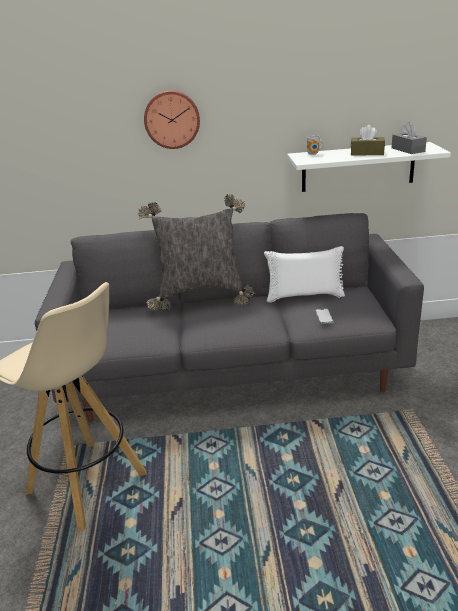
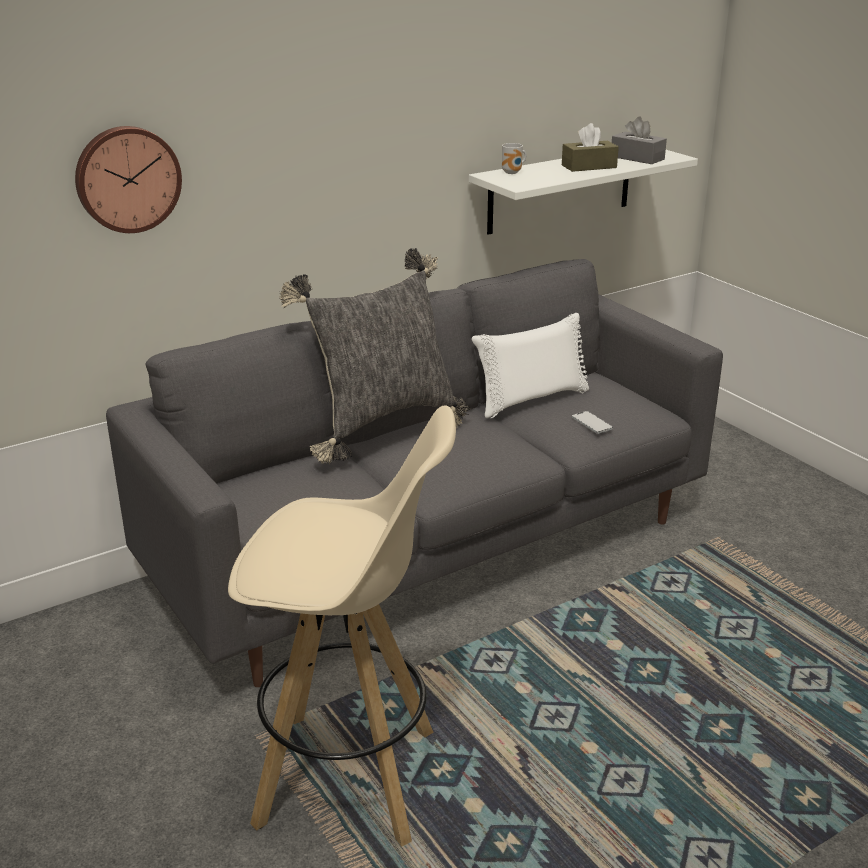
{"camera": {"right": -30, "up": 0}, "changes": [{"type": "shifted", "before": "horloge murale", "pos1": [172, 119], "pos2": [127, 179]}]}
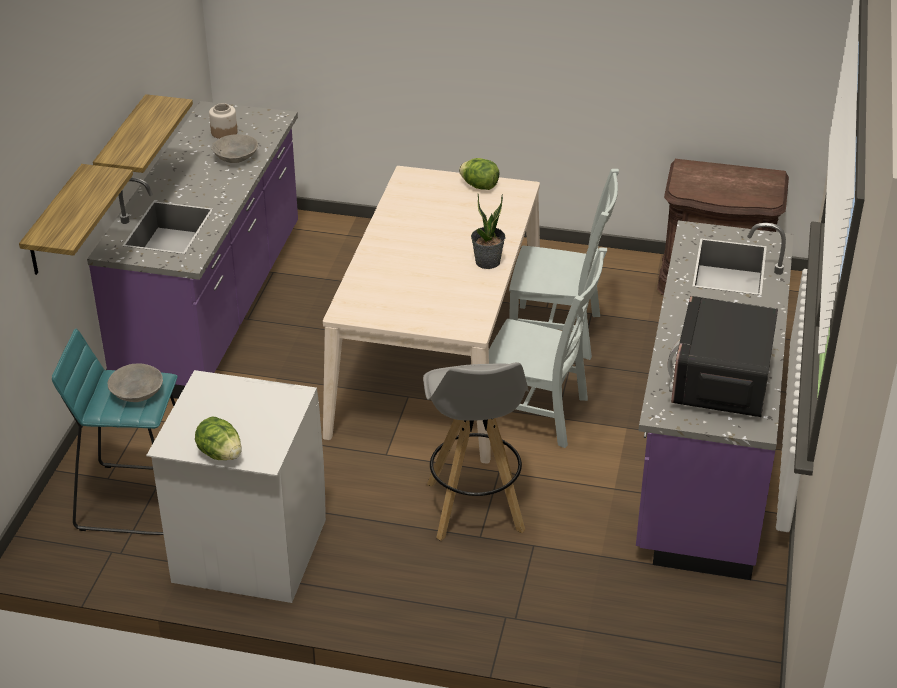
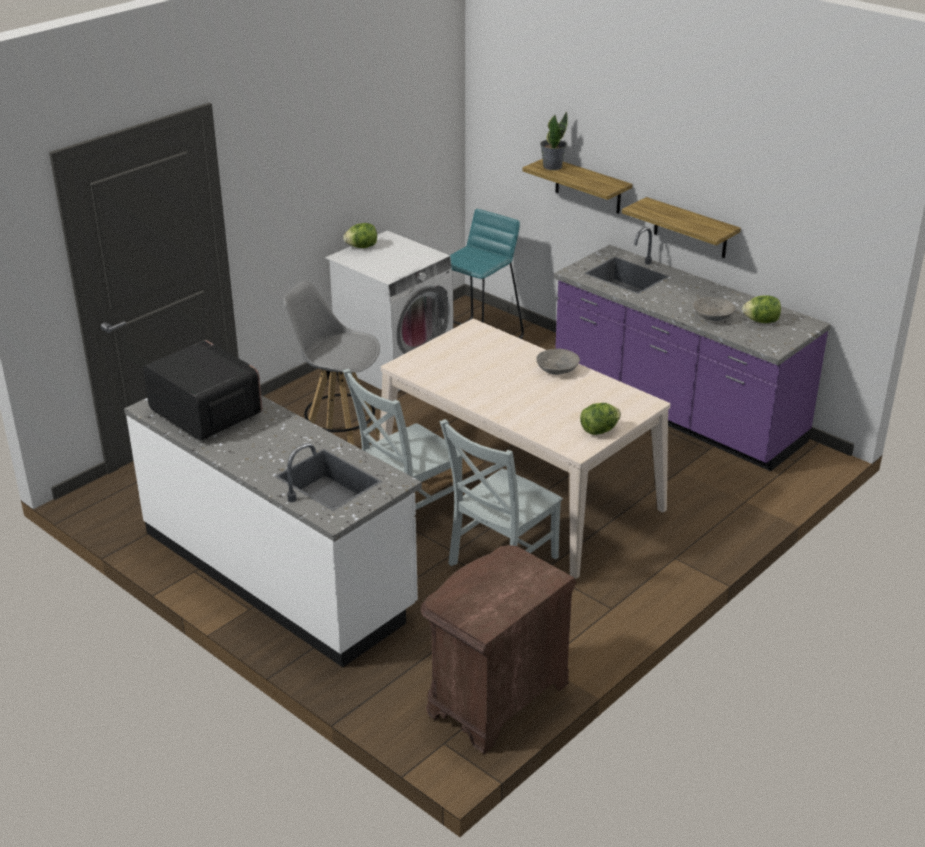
{"camera": {"right": 120, "up": -5}, "changes": [{"type": "repainted", "before": "comptoir de cuisine/violet", "after": "comptoir de cuisine/blanc", "pos1": [704, 455], "pos2": [278, 571]}, {"type": "shifted", "before": "bol/gris", "pos1": [136, 392], "pos2": [557, 370]}, {"type": "shifted", "before": "plante en pot", "pos1": [487, 262], "pos2": [552, 166]}, {"type": "swapped", "before": "bocal", "after": "laitue", "pos1": [224, 132], "pos2": [761, 321]}]}
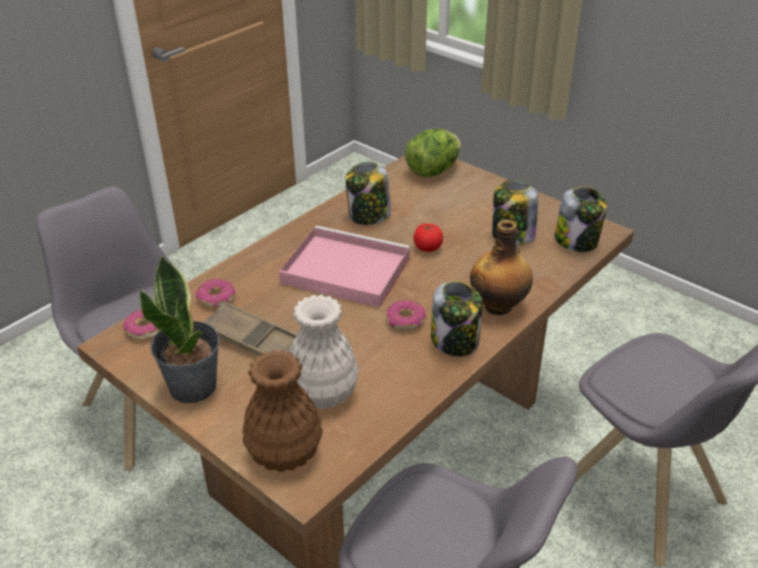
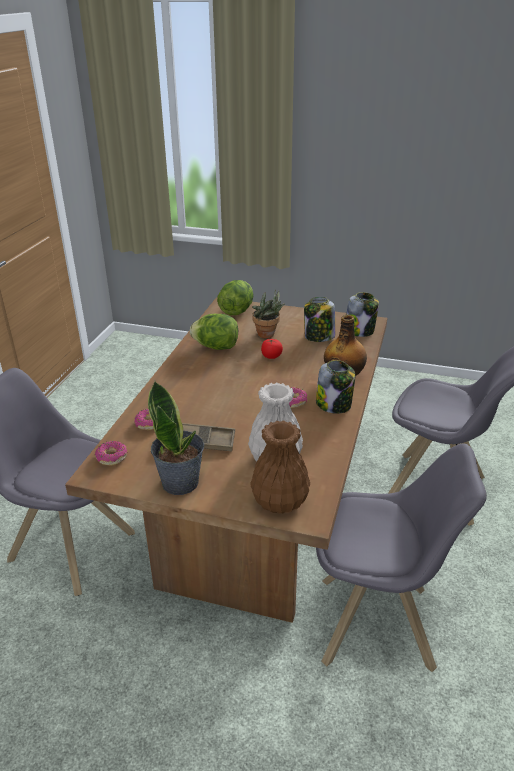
{"camera": {"right": -25, "up": -5}, "changes": [{"type": "swapped", "before": "bocal", "after": "laitue", "pos1": [369, 216], "pos2": [216, 347]}, {"type": "new", "after": "plante en pot", "pos2": [268, 335]}, {"type": "gone", "before": "plateau/rose", "pos1": [343, 270]}]}
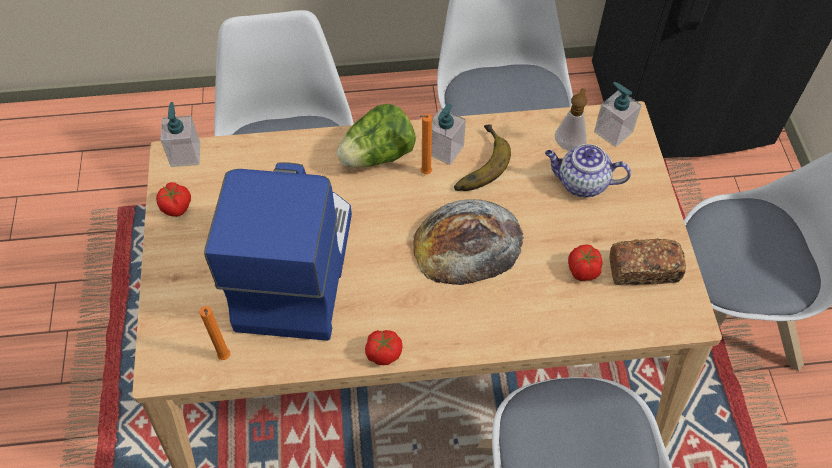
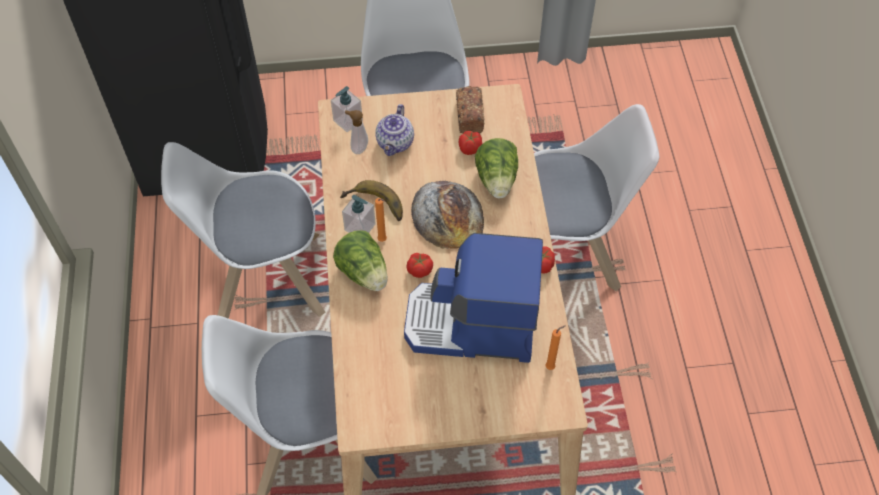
{"camera": {"right": -90, "up": 0}, "changes": [{"type": "shifted", "before": "tomate", "pos1": [177, 207], "pos2": [419, 270]}, {"type": "new", "after": "laitue", "pos2": [497, 180]}, {"type": "gone", "before": "distributeur de savon", "pos1": [185, 154]}]}
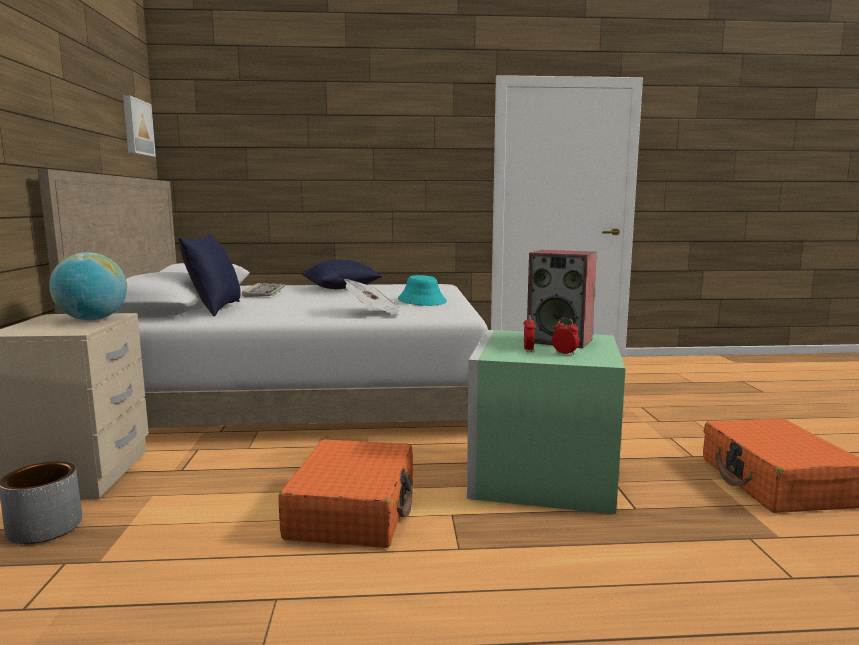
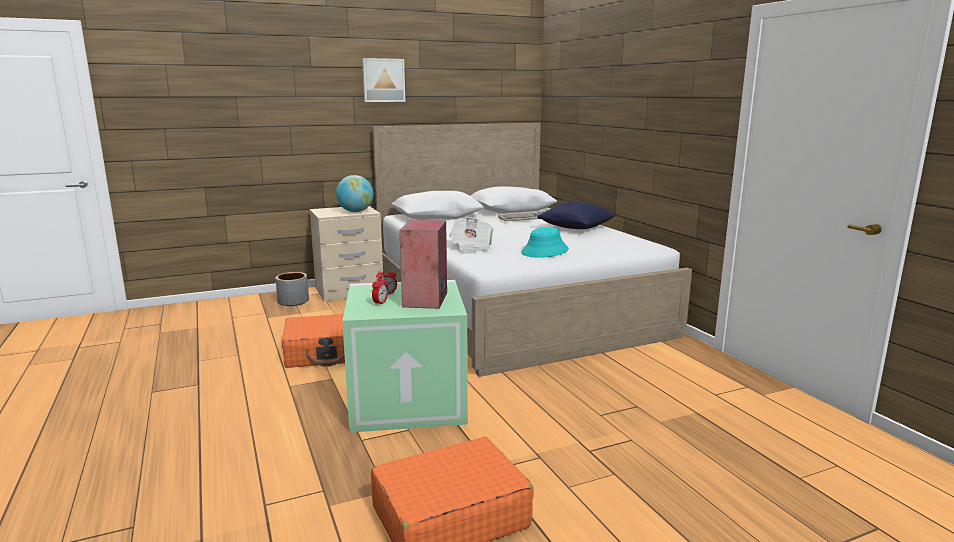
{"camera": {"right": 70, "up": 5}, "changes": [{"type": "shifted", "before": "tableau", "pos1": [136, 127], "pos2": [383, 80]}, {"type": "gone", "before": "coussin/bleu", "pos1": [214, 309]}]}
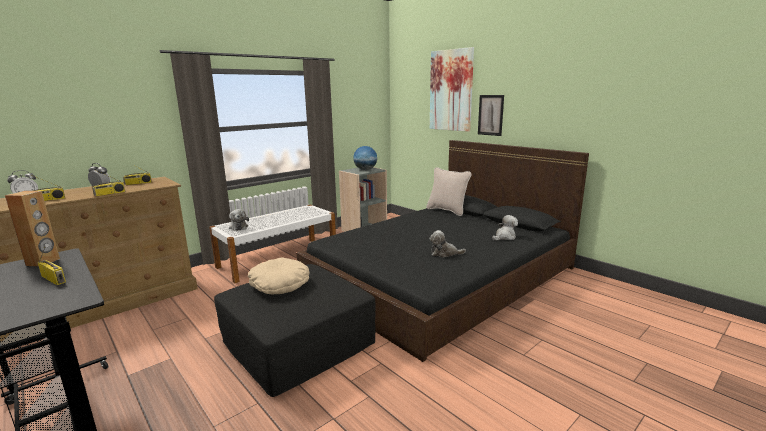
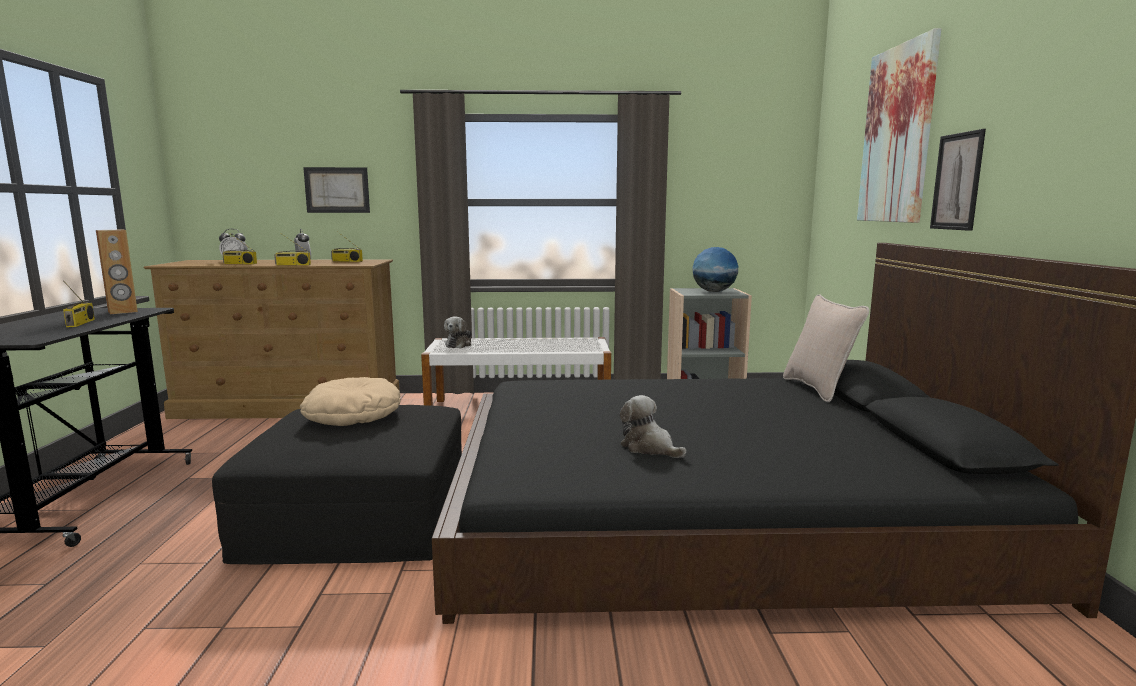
{"camera": {"right": 40, "up": -5}, "changes": [{"type": "new", "after": "tableau", "pos2": [337, 190]}, {"type": "gone", "before": "peluche", "pos1": [504, 237]}]}
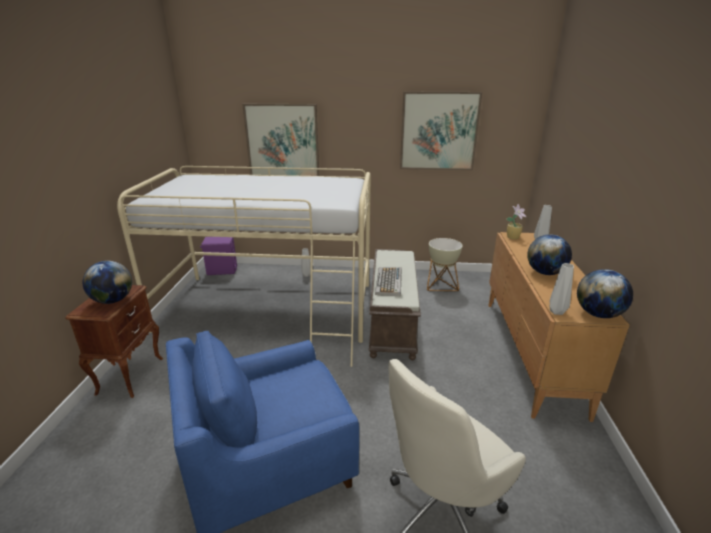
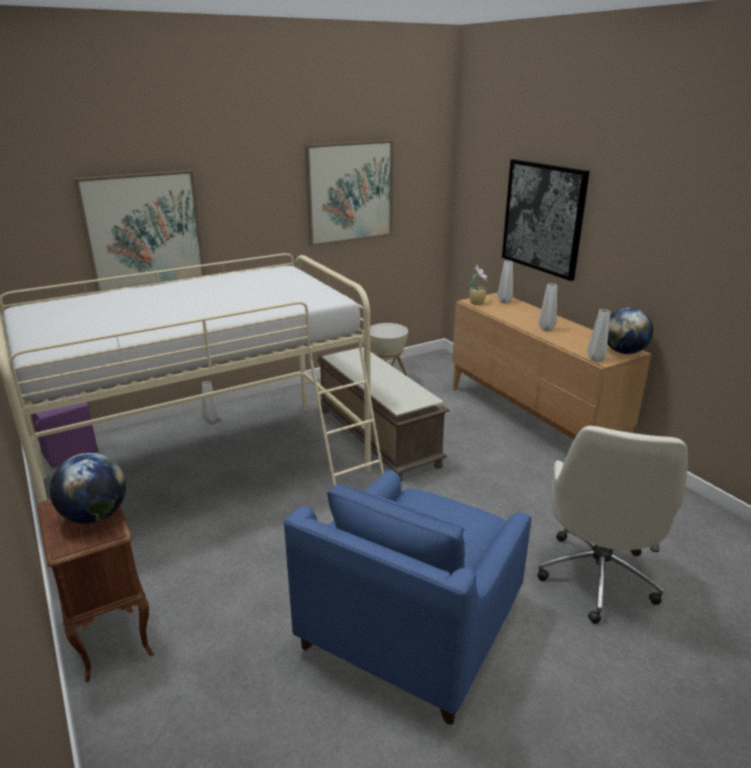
{"camera": {"right": -35, "up": 0}, "changes": [{"type": "new", "after": "tableau", "pos2": [543, 218]}, {"type": "swapped", "before": "globe", "after": "vase/gris", "pos1": [545, 273], "pos2": [545, 329]}, {"type": "gone", "before": "clavier", "pos1": [389, 282]}]}
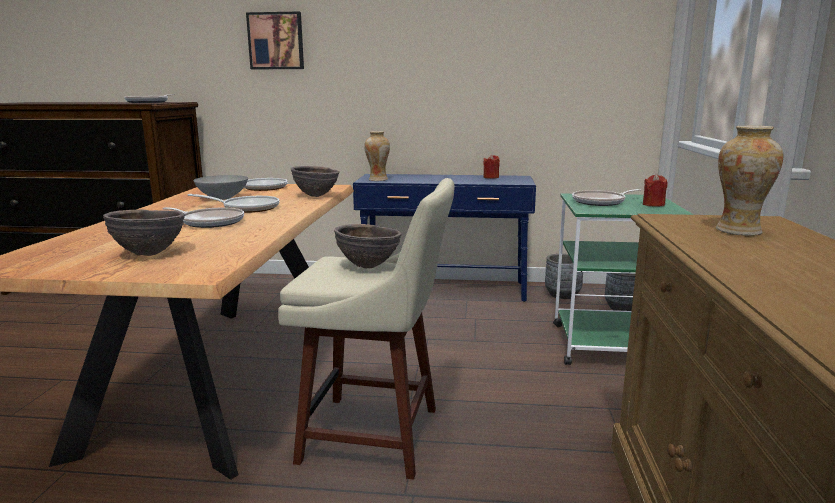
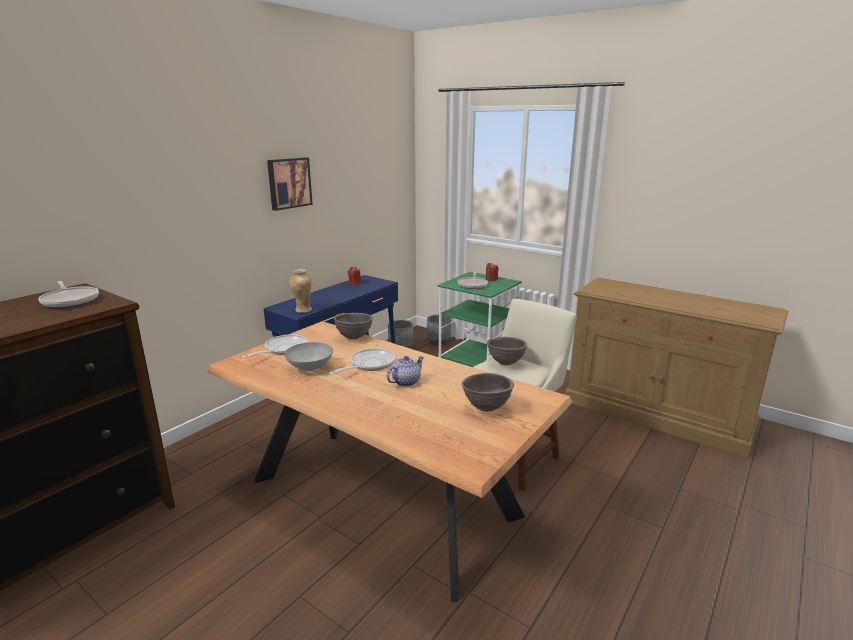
{"camera": {"right": -60, "up": 5}, "changes": [{"type": "shifted", "before": "tableau", "pos1": [276, 41], "pos2": [288, 183]}, {"type": "swapped", "before": "poêle", "after": "théière", "pos1": [210, 222], "pos2": [406, 381]}, {"type": "gone", "before": "vase", "pos1": [738, 231]}]}
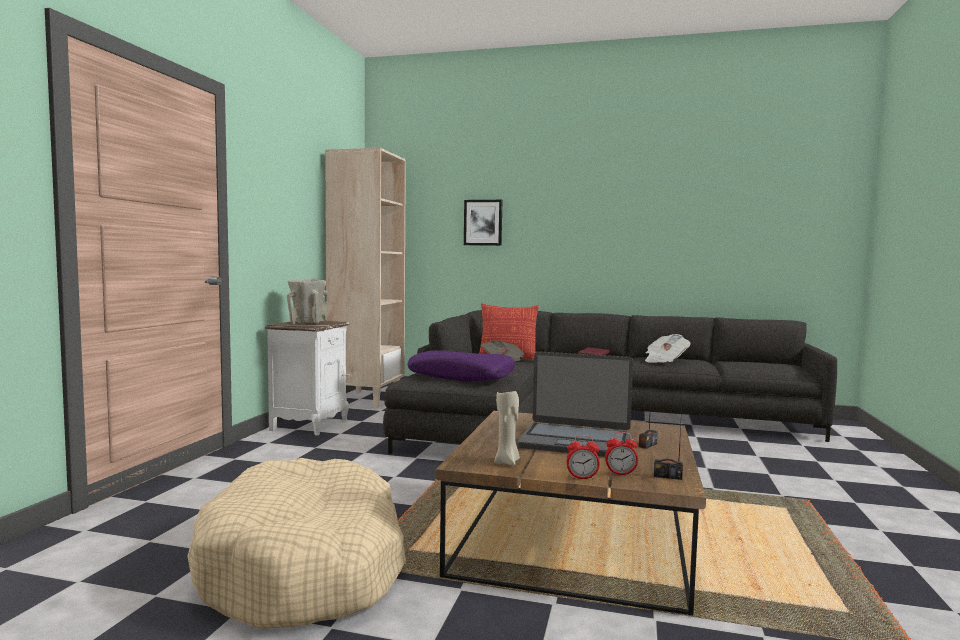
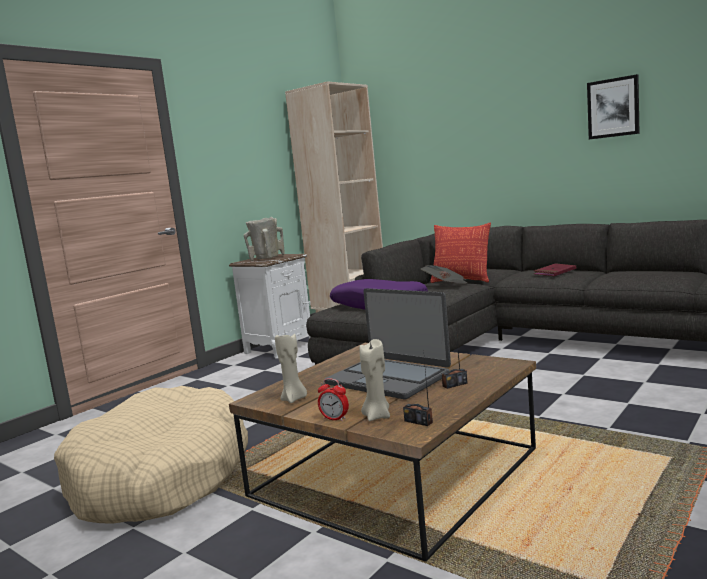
{"camera": {"right": 25, "up": 5}, "changes": [{"type": "swapped", "before": "réveil", "after": "bougie/beige", "pos1": [620, 474], "pos2": [377, 416]}, {"type": "shifted", "before": "tableau", "pos1": [483, 222], "pos2": [613, 108]}, {"type": "gone", "before": "journal", "pos1": [664, 361]}]}
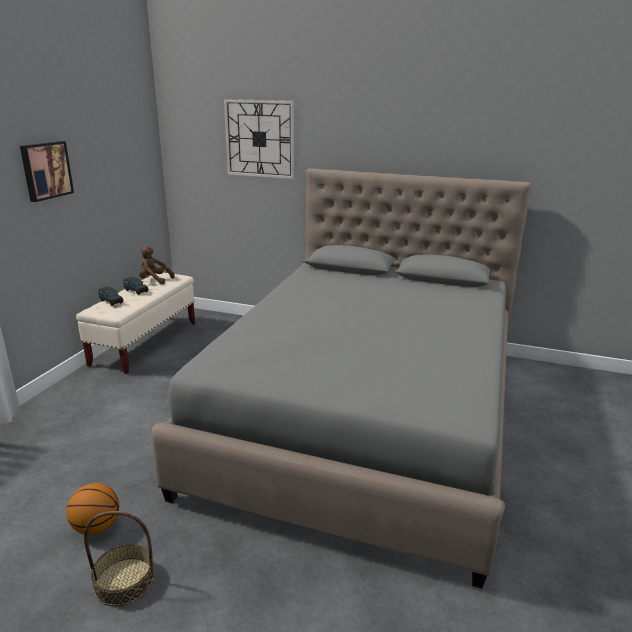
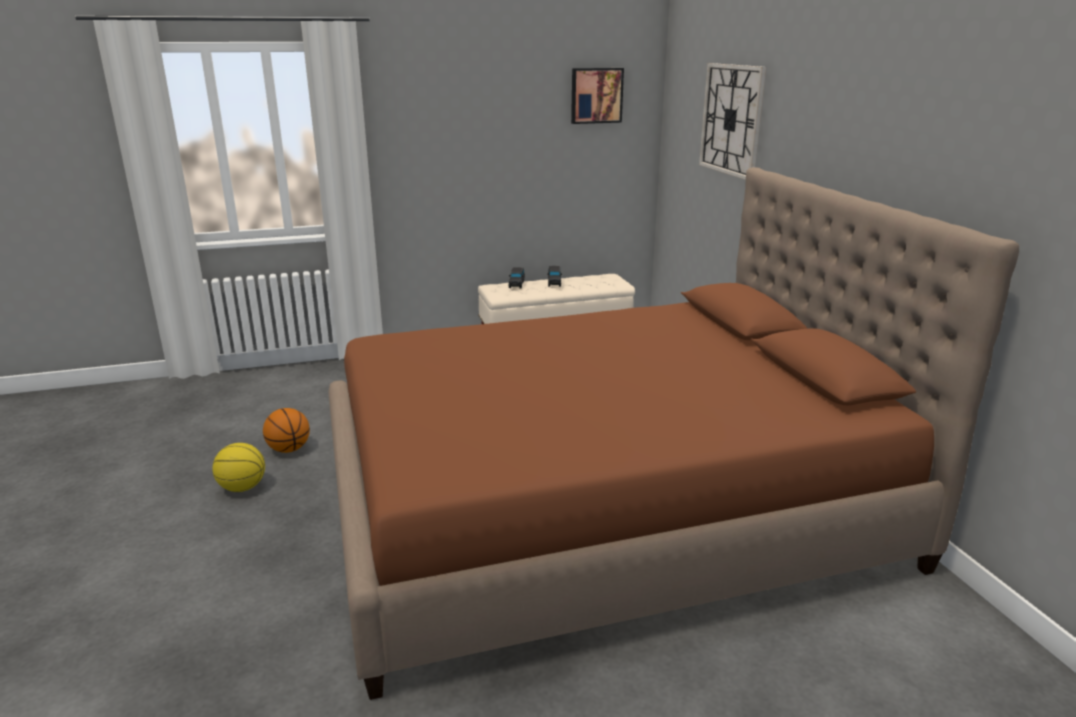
{"camera": {"right": 55, "up": 0}, "changes": [{"type": "swapped", "before": "panier", "after": "ballon de basket", "pos1": [124, 581], "pos2": [242, 487]}, {"type": "repainted", "before": "lit/gris", "after": "lit/marron", "pos1": [367, 414], "pos2": [605, 511]}, {"type": "shifted", "before": "tableau", "pos1": [45, 170], "pos2": [596, 95]}, {"type": "gone", "before": "peluche/marron", "pos1": [154, 280]}]}
